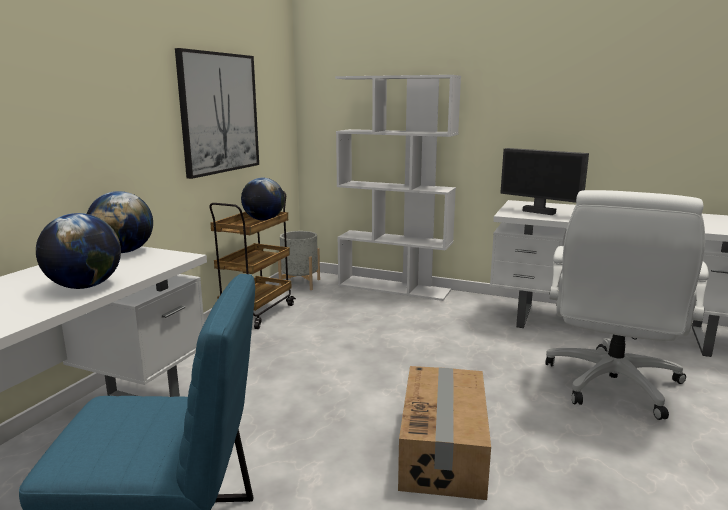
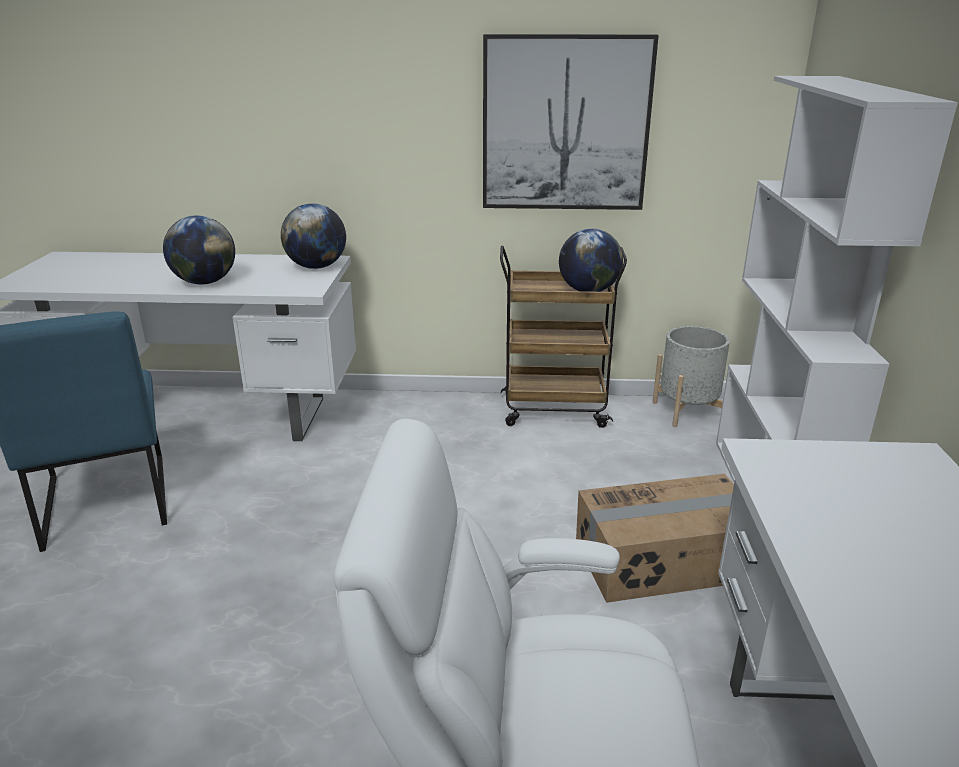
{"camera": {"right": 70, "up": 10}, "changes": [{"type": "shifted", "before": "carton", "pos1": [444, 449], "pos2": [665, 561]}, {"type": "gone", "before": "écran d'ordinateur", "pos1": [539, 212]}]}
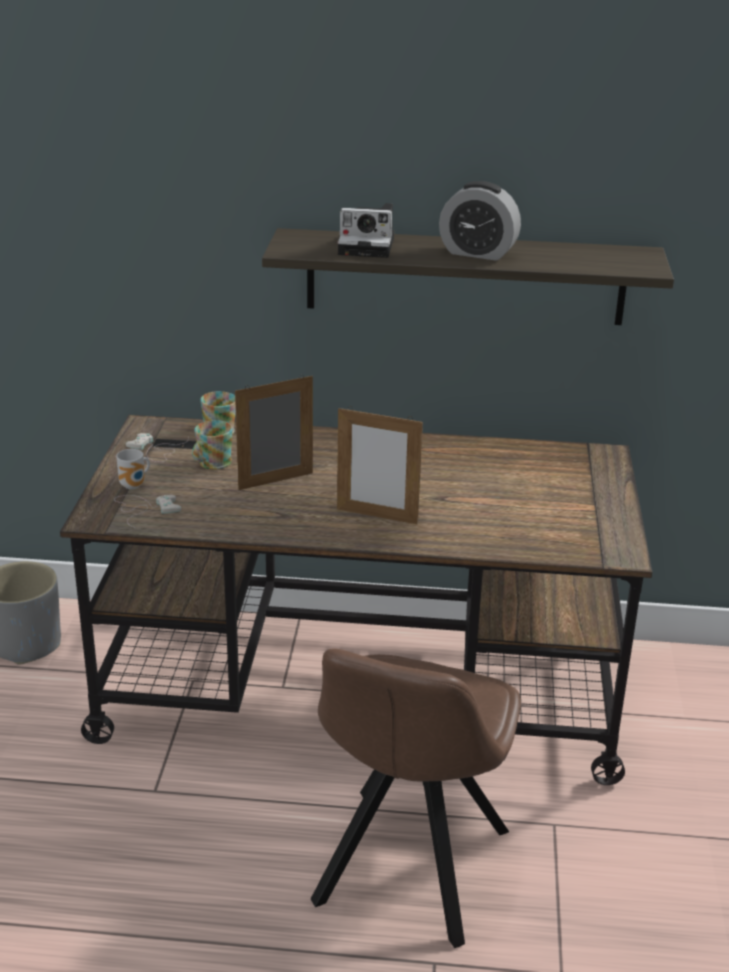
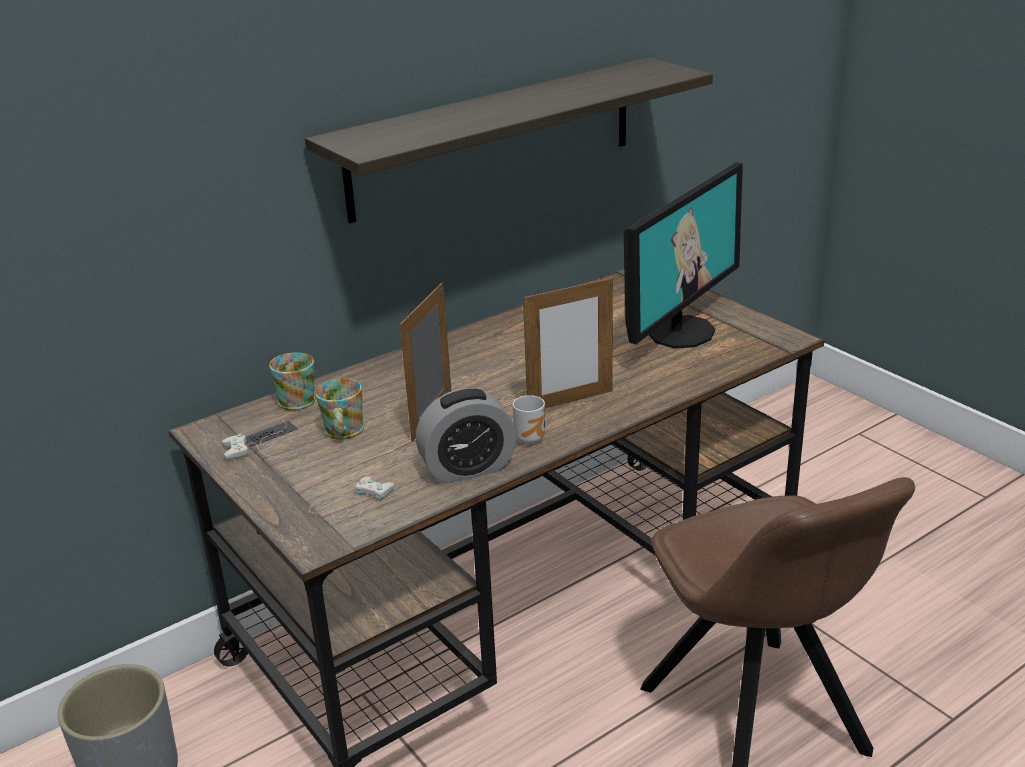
{"camera": {"right": -40, "up": 0}, "changes": [{"type": "shifted", "before": "réveil", "pos1": [478, 253], "pos2": [468, 468]}, {"type": "shifted", "before": "mug", "pos1": [134, 485], "pos2": [532, 438]}, {"type": "new", "after": "écran d'ordinateur", "pos2": [680, 331]}, {"type": "gone", "before": "appareil photo", "pos1": [369, 246]}]}
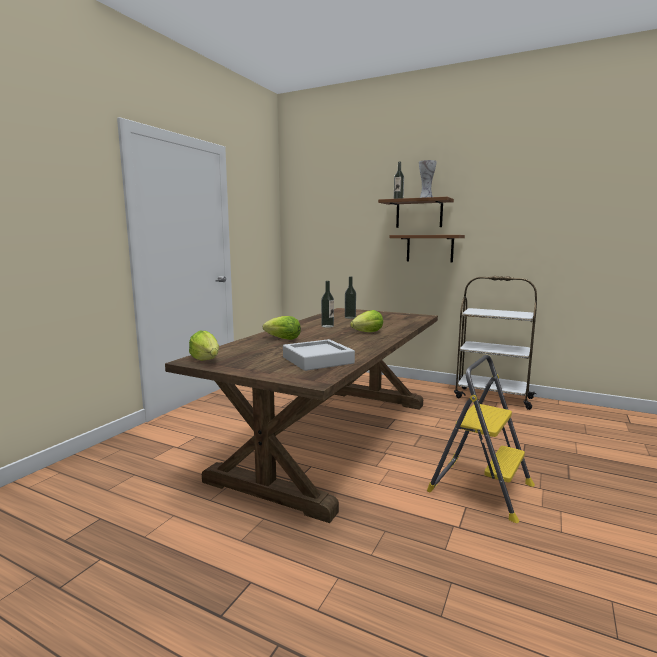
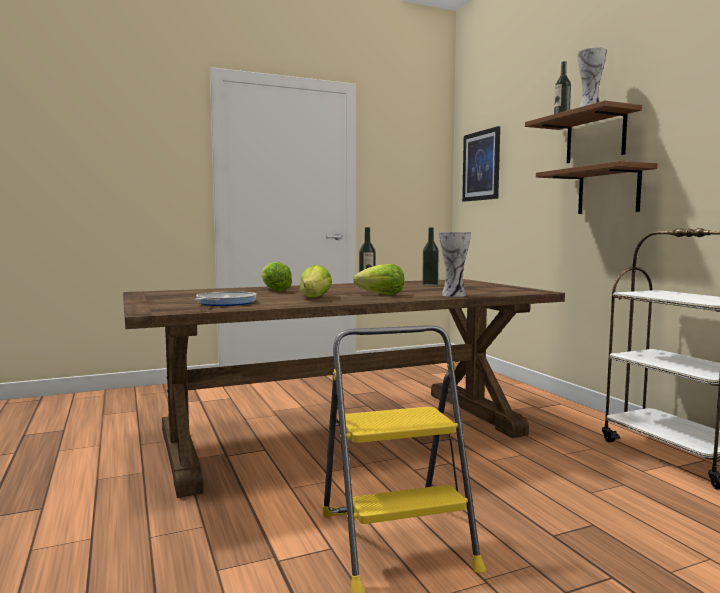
{"camera": {"right": 40, "up": -5}, "changes": [{"type": "swapped", "before": "plateau/gris", "after": "poêle", "pos1": [317, 360], "pos2": [224, 303]}, {"type": "shifted", "before": "laitue", "pos1": [206, 360], "pos2": [314, 298]}, {"type": "new", "after": "vase", "pos2": [454, 295]}, {"type": "new", "after": "tableau", "pos2": [481, 166]}]}
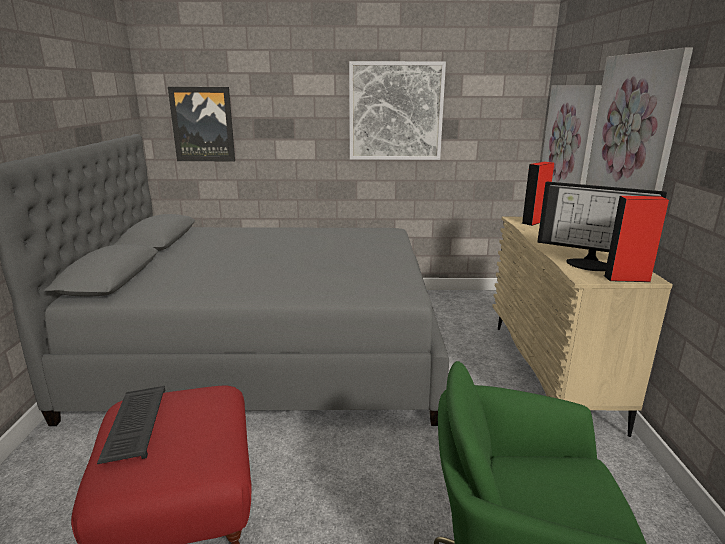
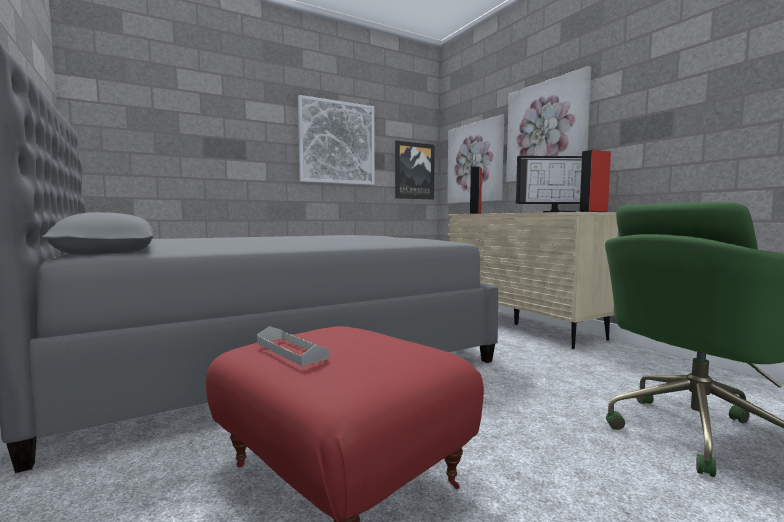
{"camera": {"right": -30, "up": -15}, "changes": [{"type": "swapped", "before": "clavier", "after": "plateau/gris", "pos1": [134, 423], "pos2": [290, 350]}, {"type": "shifted", "before": "tableau", "pos1": [203, 124], "pos2": [414, 171]}]}
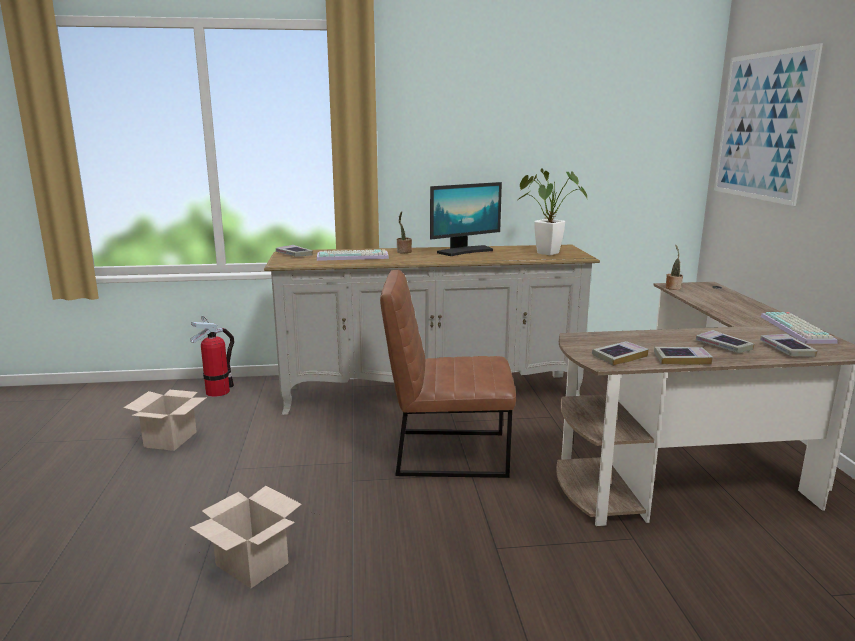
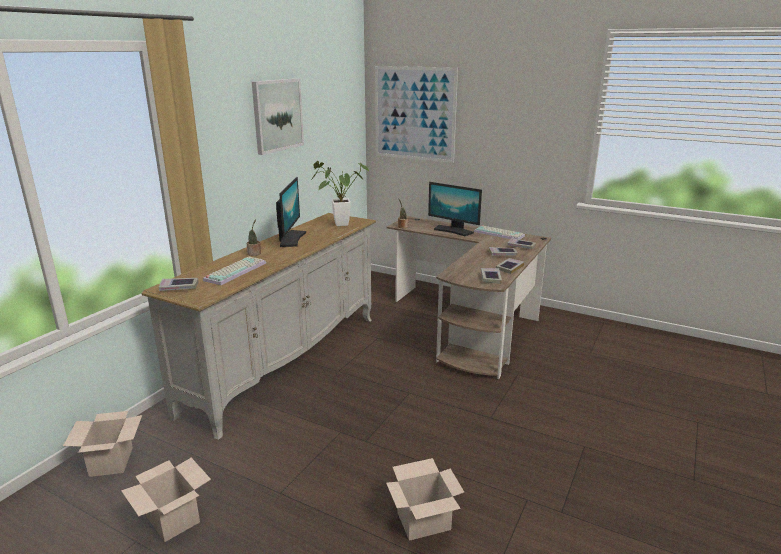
{"camera": {"right": -55, "up": 5}, "changes": [{"type": "swapped", "before": "extincteur", "after": "carton", "pos1": [218, 391], "pos2": [112, 462]}, {"type": "new", "after": "tableau", "pos2": [277, 115]}, {"type": "new", "after": "écran d'ordinateur", "pos2": [453, 230]}, {"type": "gone", "before": "chaise/marron", "pos1": [447, 453]}]}
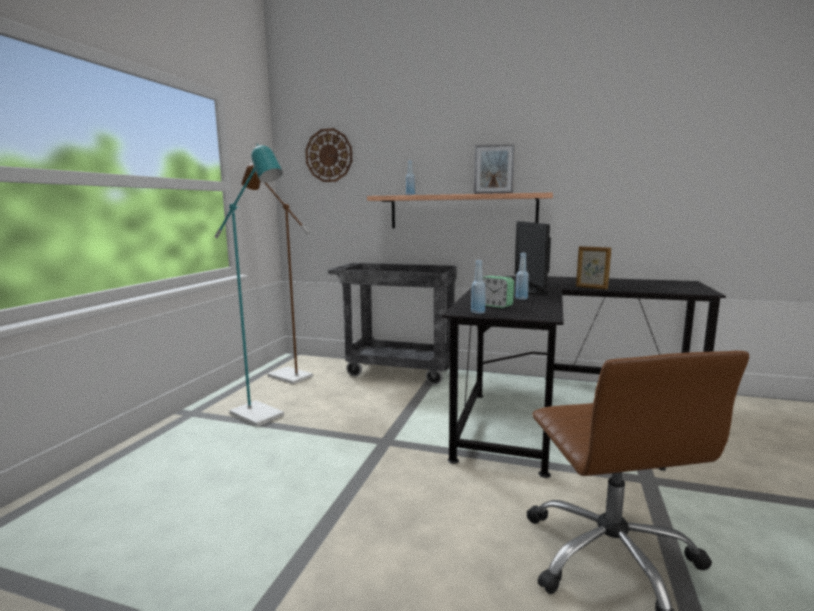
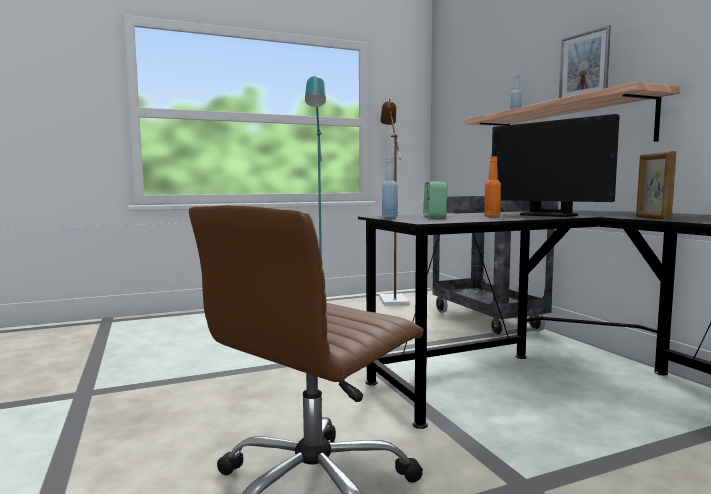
{"camera": {"right": 50, "up": -5}, "changes": [{"type": "repainted", "before": "bouteille/bleu", "after": "bouteille/orange", "pos1": [521, 299], "pos2": [492, 216]}, {"type": "rotated", "before": "écran d'ordinateur", "pos1": [531, 291], "pos2": [548, 215], "turn": -90}, {"type": "gone", "before": "horloge murale", "pos1": [329, 155]}]}
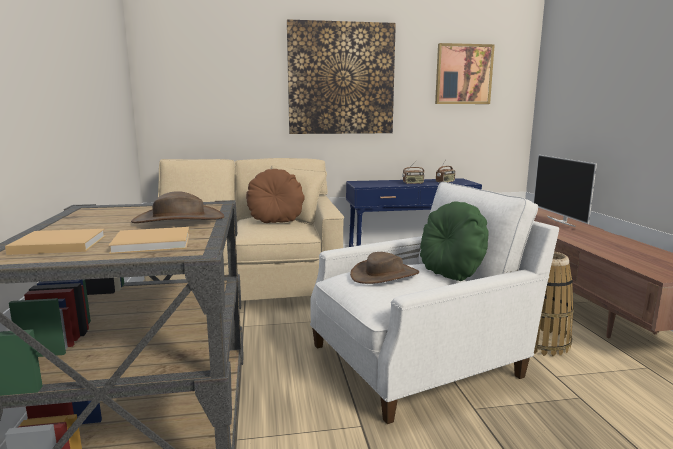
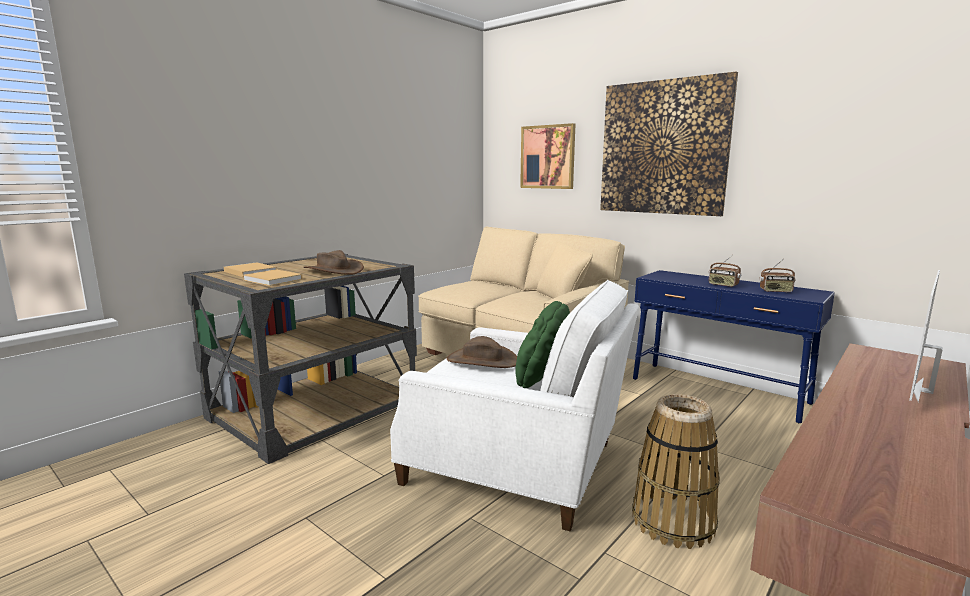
{"camera": {"right": 50, "up": 0}, "changes": [{"type": "shifted", "before": "tableau", "pos1": [463, 74], "pos2": [547, 157]}, {"type": "gone", "before": "coussin/marron", "pos1": [276, 221]}]}
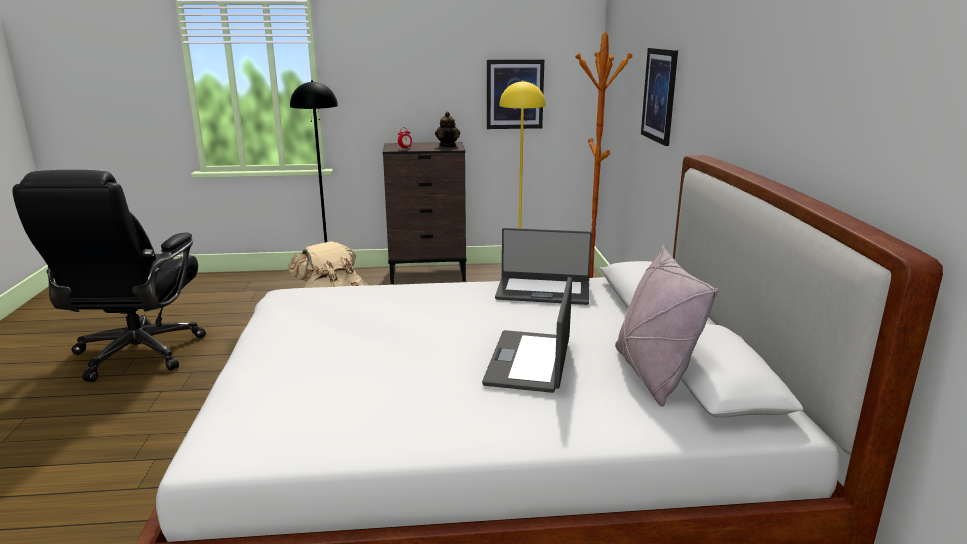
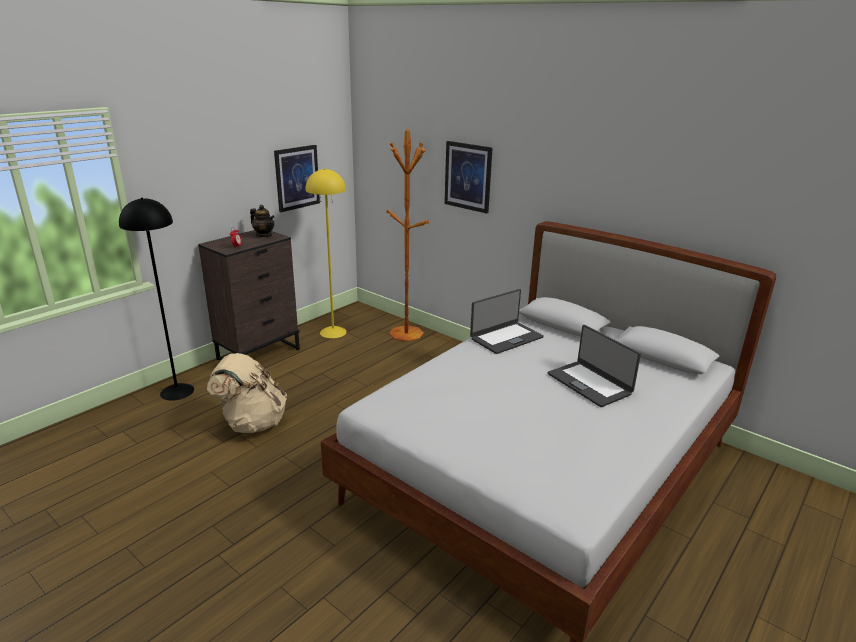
{"camera": {"right": -45, "up": 5}, "changes": [{"type": "gone", "before": "chaise de bureau/noir", "pos1": [138, 353]}, {"type": "gone", "before": "coussin/violet", "pos1": [652, 375]}]}
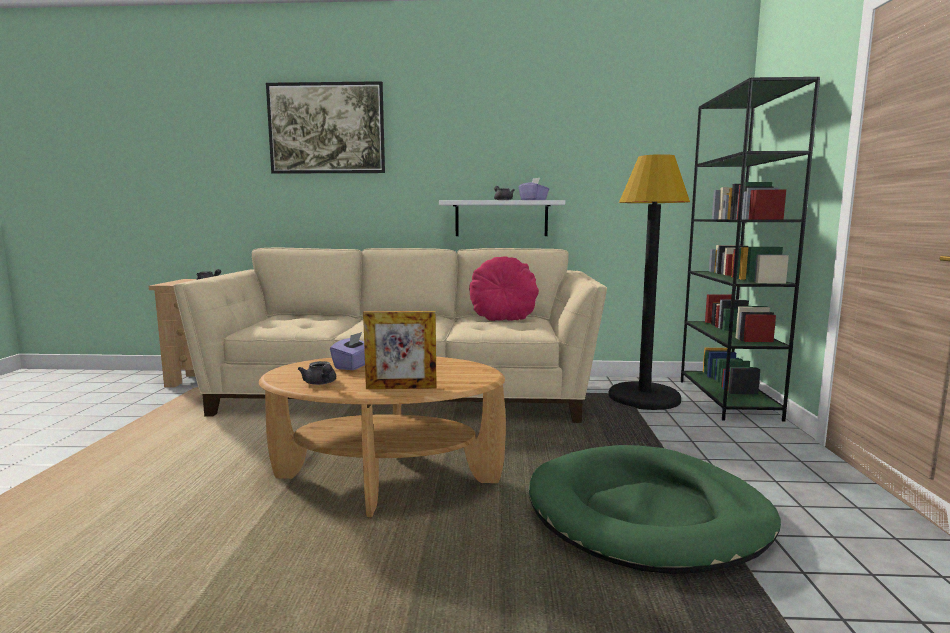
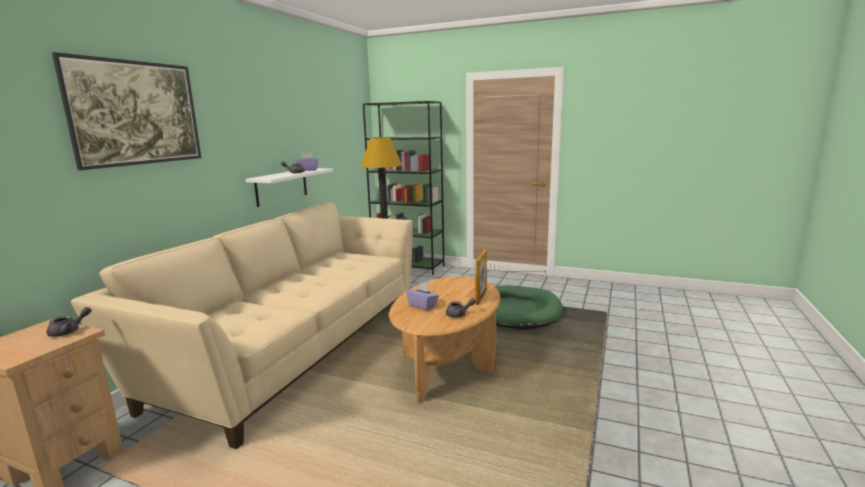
{"camera": {"right": -70, "up": 5}, "changes": [{"type": "gone", "before": "coussin/rose", "pos1": [503, 319]}]}
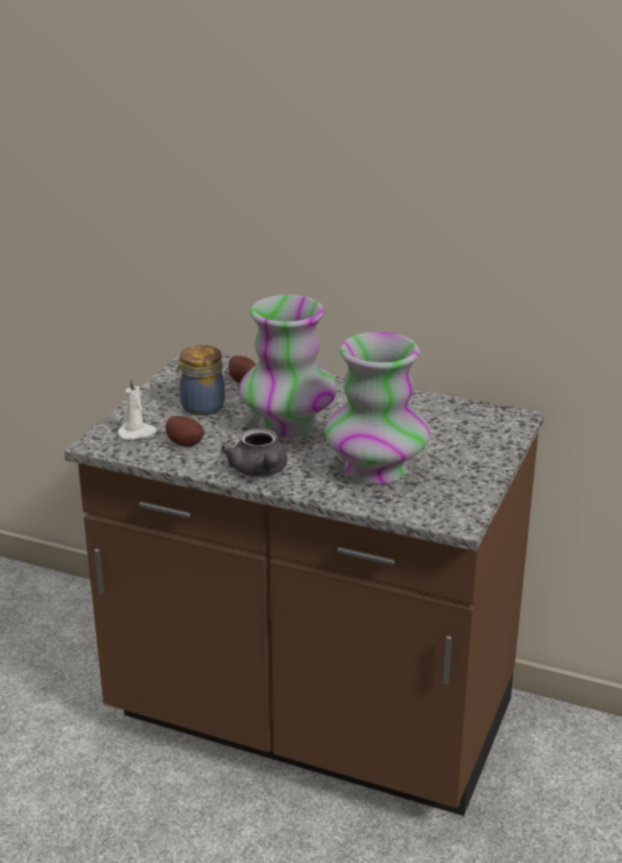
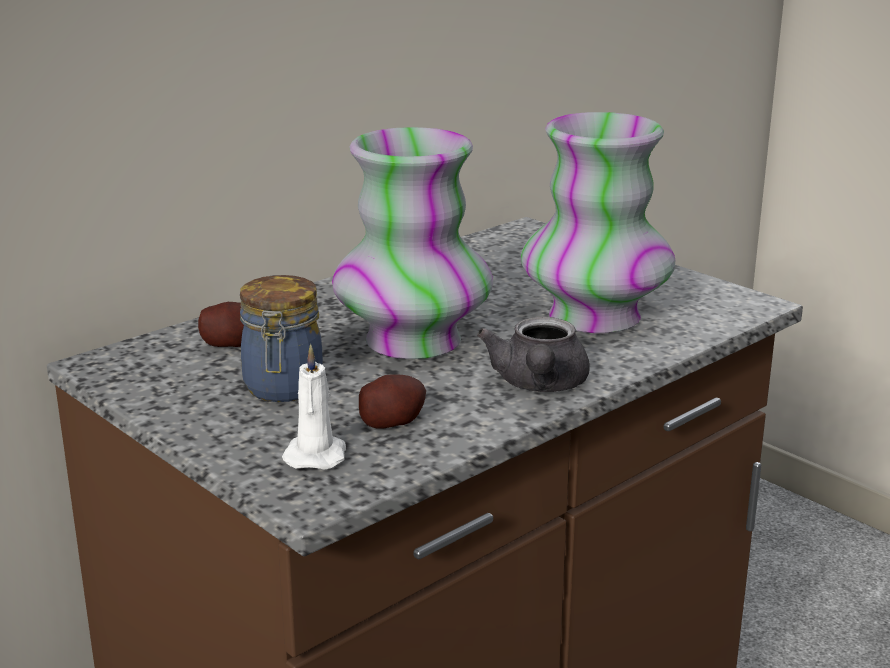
{"camera": {"right": -65, "up": -5}, "changes": [{"type": "rotated", "before": "théière/gris", "pos1": [260, 471], "pos2": [539, 385], "turn": 90}]}
